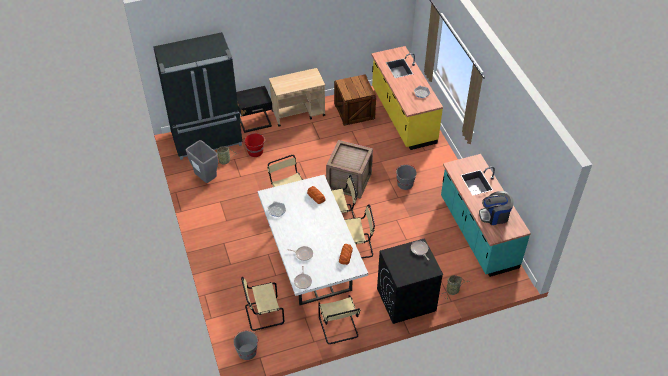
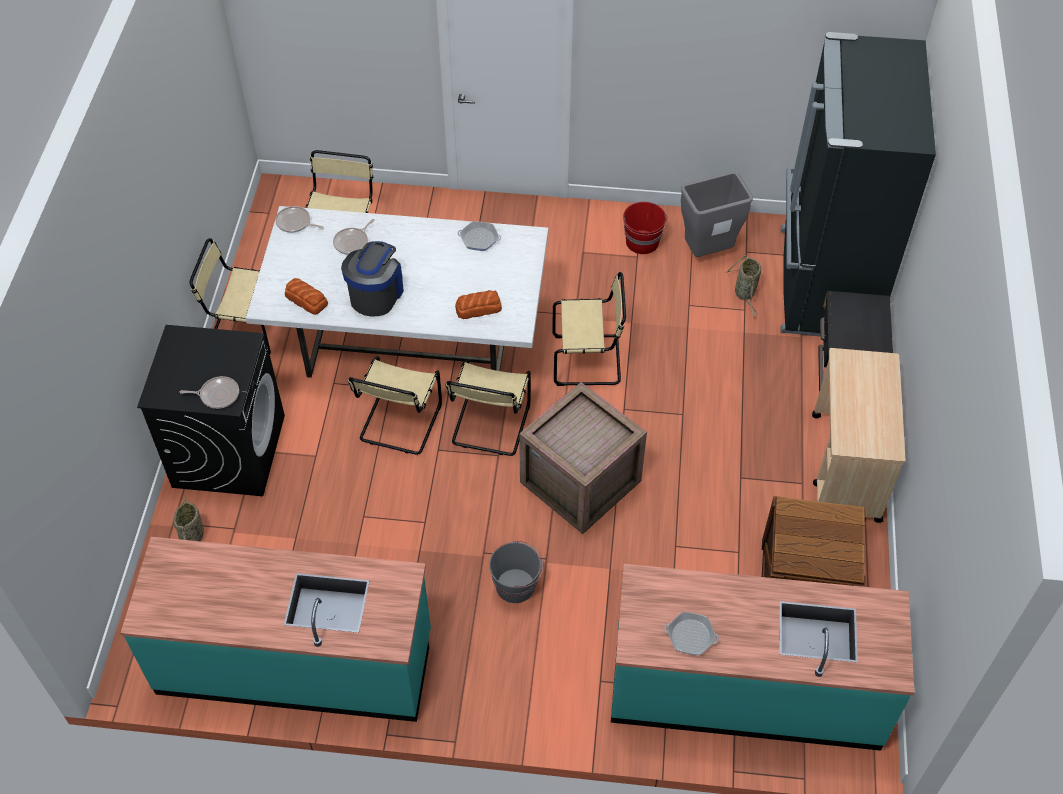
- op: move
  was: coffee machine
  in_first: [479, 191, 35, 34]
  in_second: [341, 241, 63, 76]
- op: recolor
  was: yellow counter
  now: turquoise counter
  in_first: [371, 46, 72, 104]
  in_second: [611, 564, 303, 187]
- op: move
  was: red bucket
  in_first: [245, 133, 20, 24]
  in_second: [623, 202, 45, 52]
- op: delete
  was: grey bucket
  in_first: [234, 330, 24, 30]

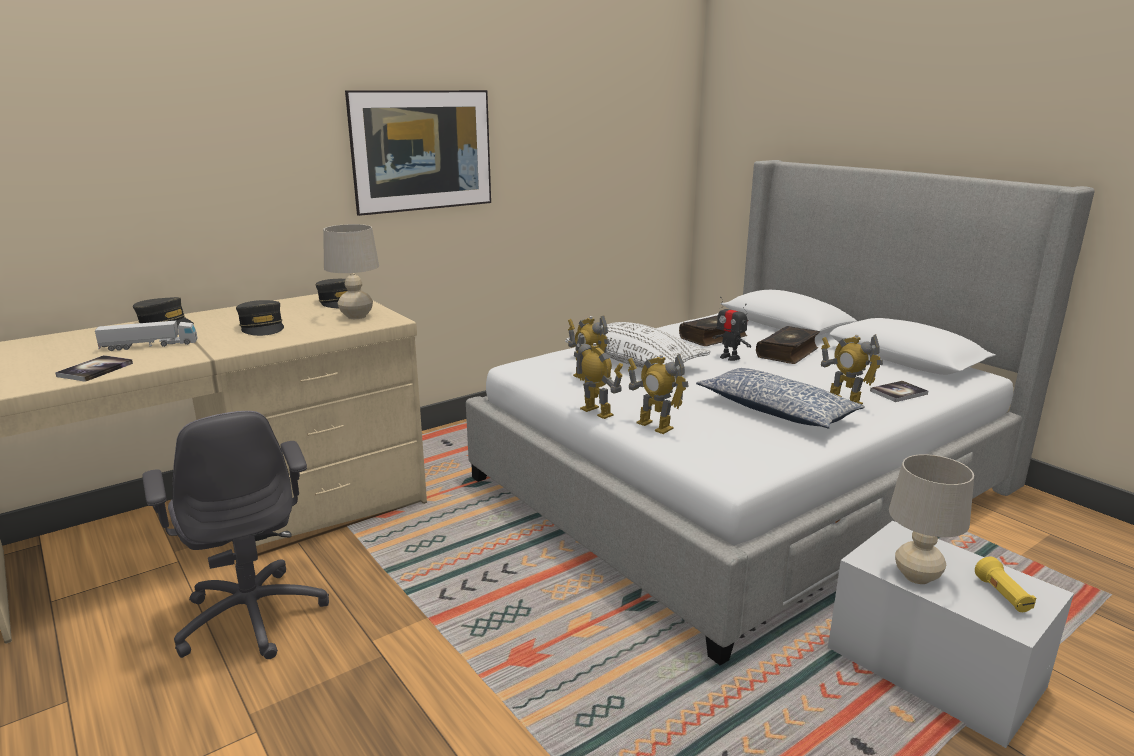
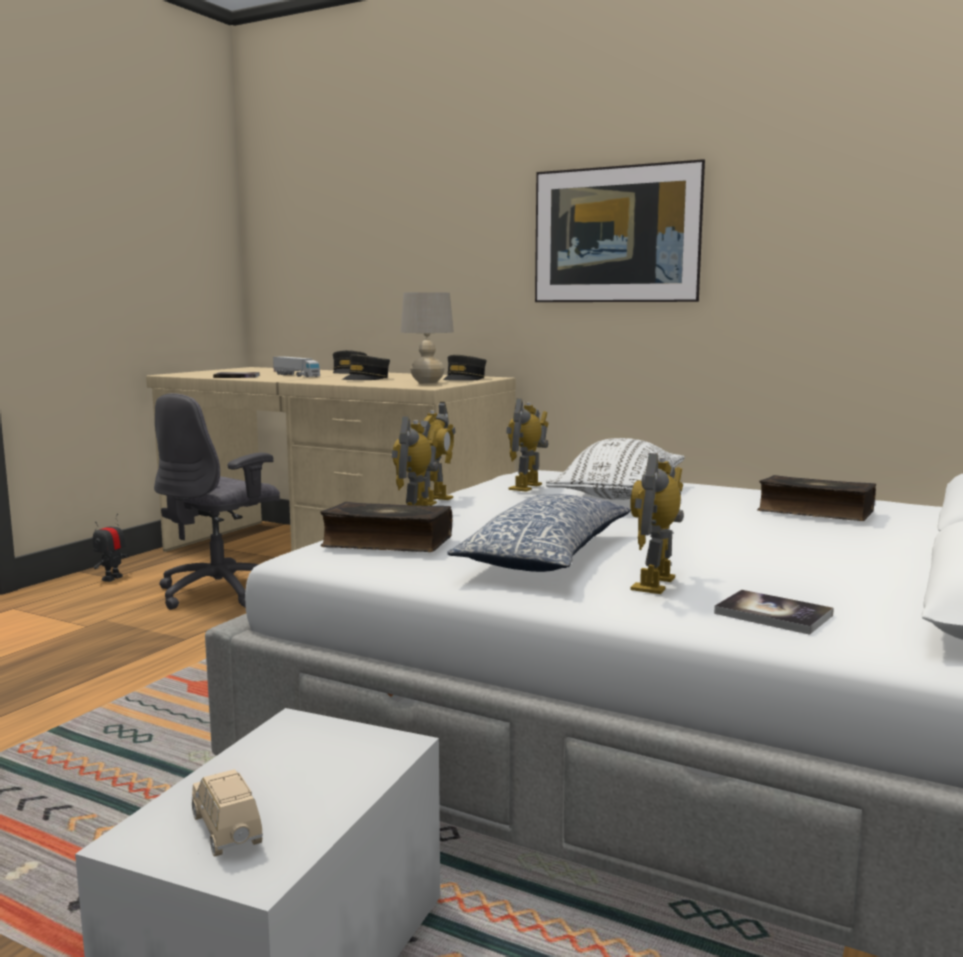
- op: move
  was: toy robot
  in_first: [712, 297, 39, 64]
  in_second: [93, 514, 36, 68]
- op: replace
  was: yellow flashlight
  now: beige toy car
  in_first: [975, 557, 61, 55]
  in_second: [191, 769, 72, 88]
- op: move
  was: book
  in_first: [756, 326, 64, 38]
  in_second: [320, 502, 132, 50]
- op: delete
  was: beige table lamp
  in_first: [889, 454, 85, 130]

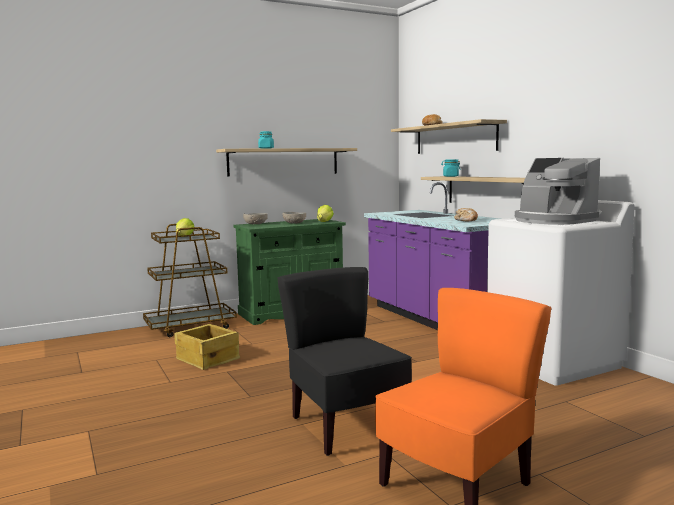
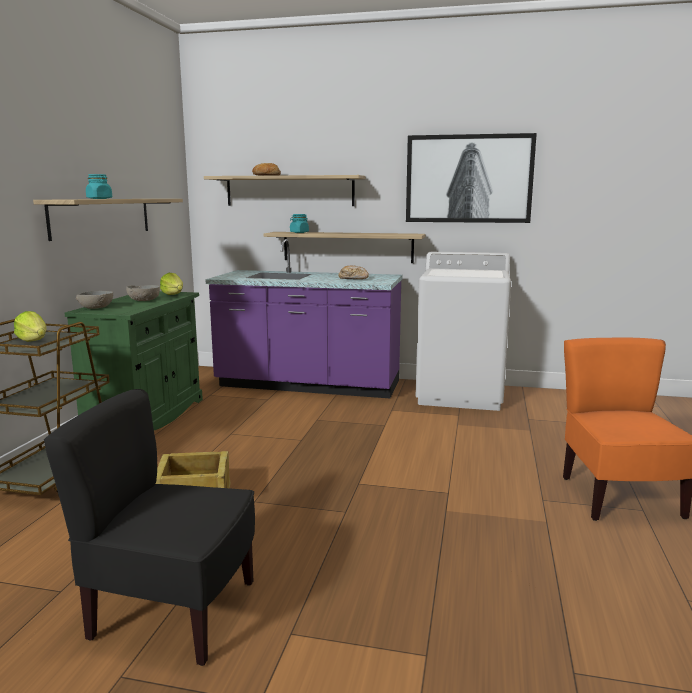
- op: move
  was: black chair
  in_first: [278, 267, 134, 189]
  in_second: [44, 389, 211, 277]
- op: insert
  now: picture
  in_second: [406, 133, 131, 90]
- op: delete
  was: coffee machine
  in_first: [515, 158, 85, 67]

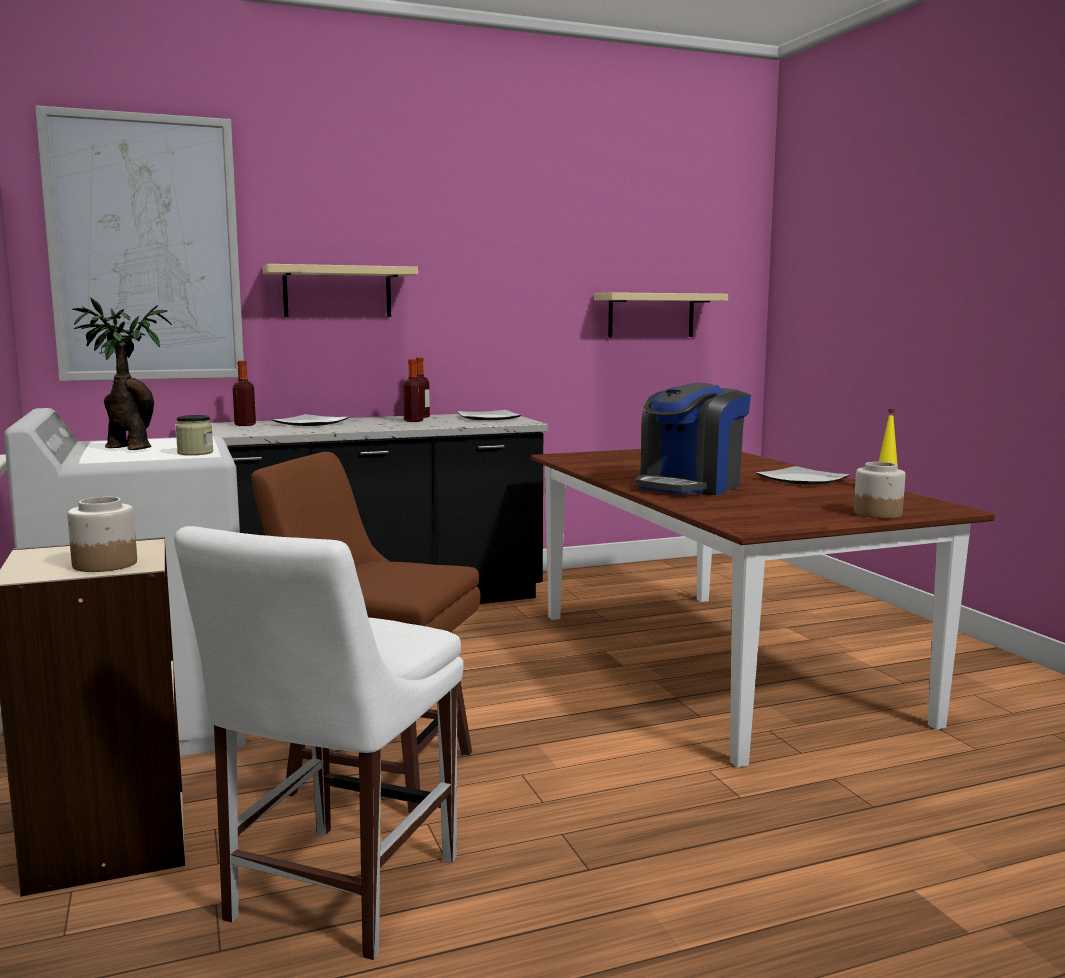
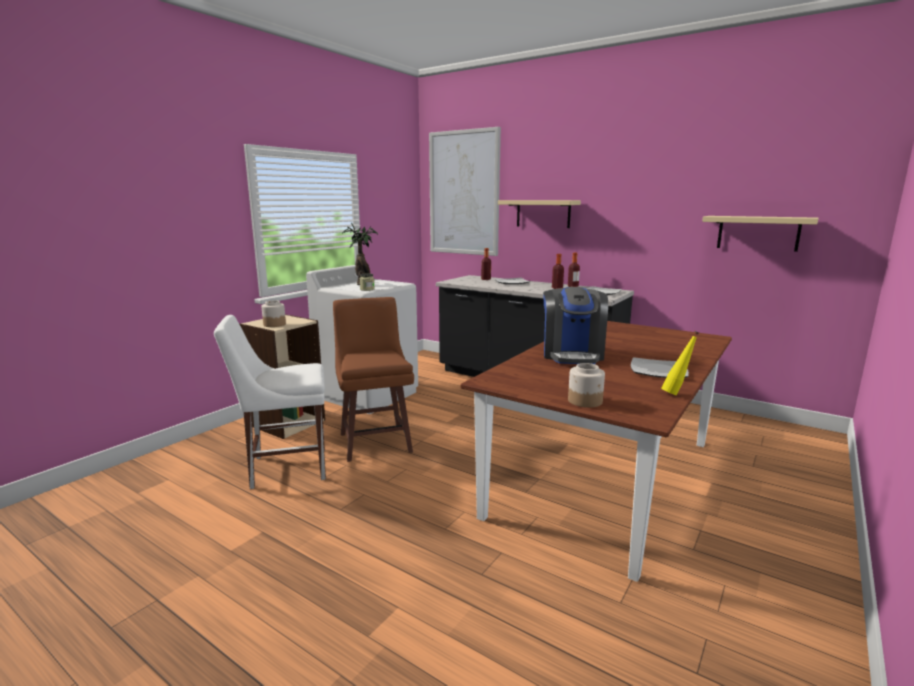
- op: rotate
  was: coffee machine
  in_first: [635, 383, 116, 112]
  in_second: [543, 287, 65, 77]
  clockwise: -90

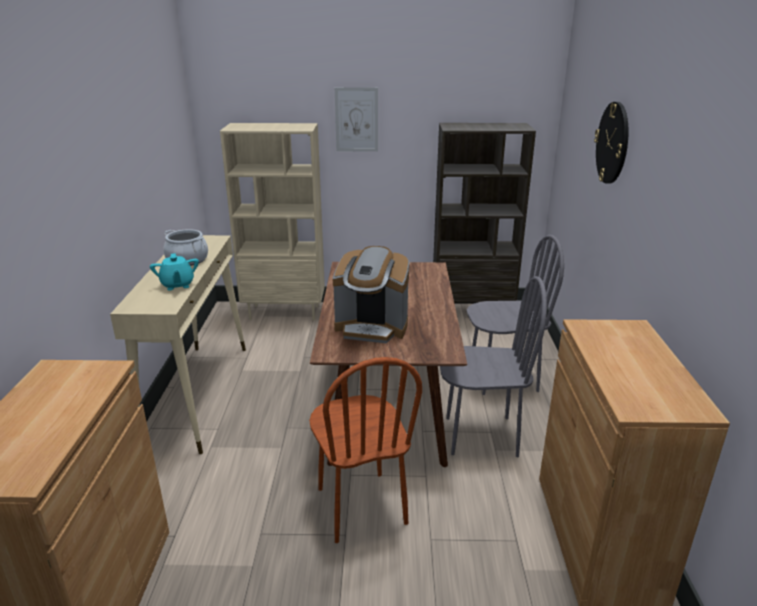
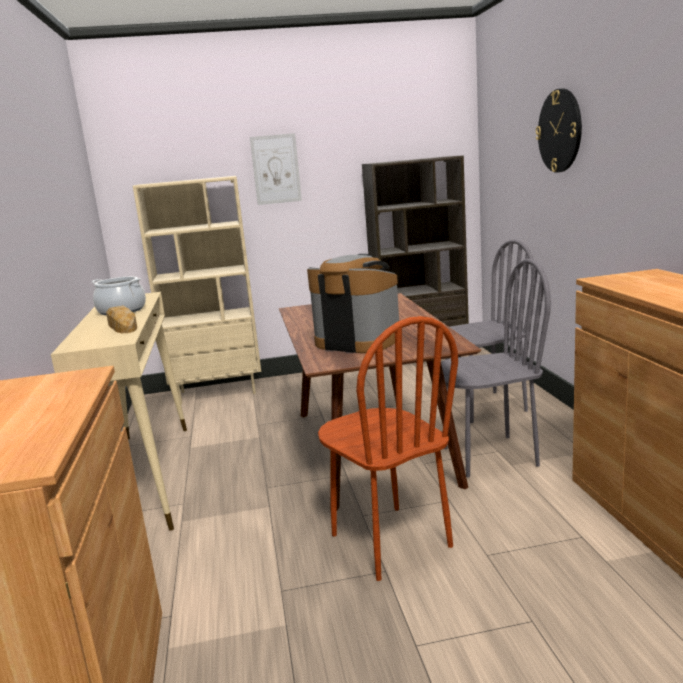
- op: replace
  was: turquoise teapot
  now: bread
  in_first: [150, 253, 49, 38]
  in_second: [106, 306, 31, 27]
- op: rotate
  was: coffee machine
  in_first: [333, 246, 77, 98]
  in_second: [307, 254, 92, 99]
  clockwise: -150

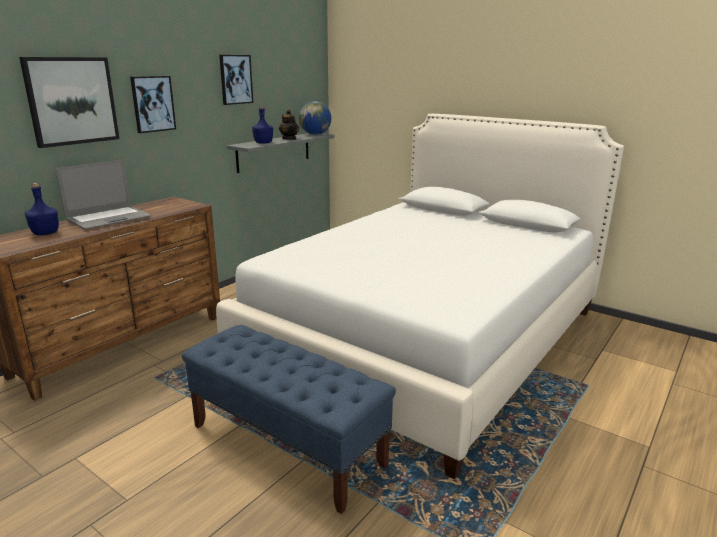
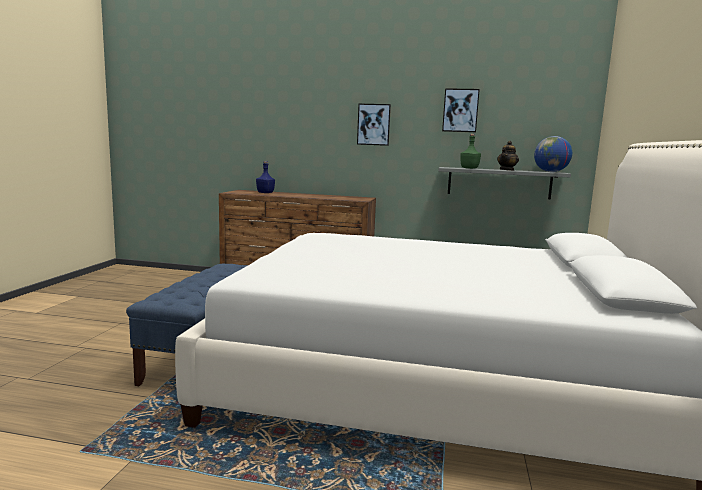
- op: recolor
  was: blue bottle
  now: green bottle
  in_first: [252, 106, 21, 38]
  in_second: [460, 133, 21, 36]
- op: delete
  was: picture
  in_first: [19, 57, 100, 91]
- op: delete
  was: laptop
  in_first: [56, 160, 95, 69]

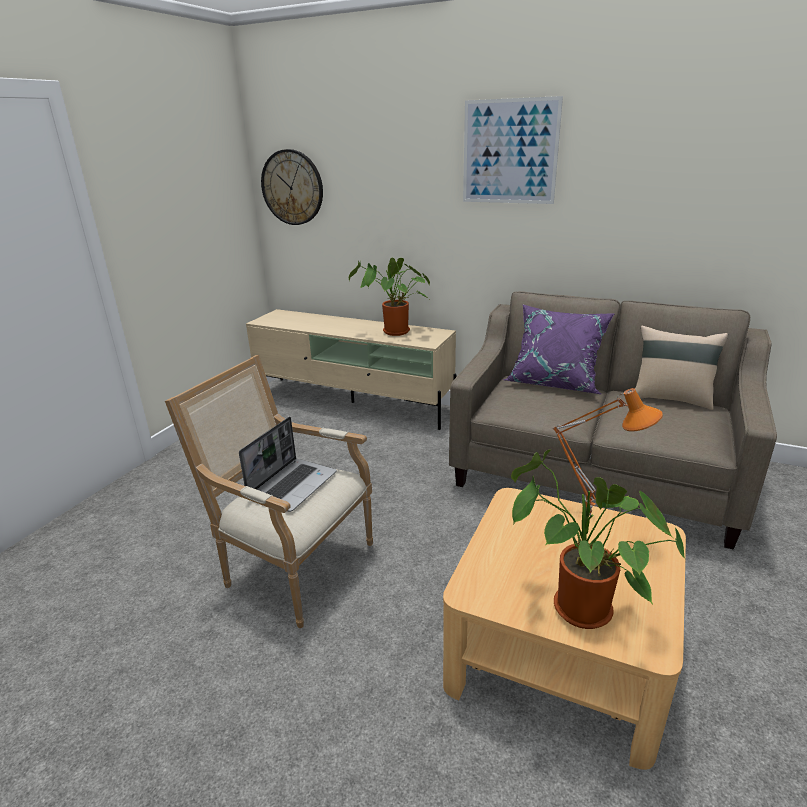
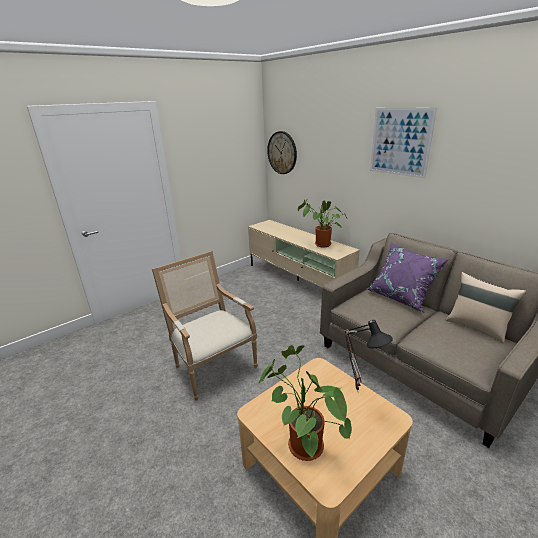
- op: recolor
  was: orange table lamp
  now: black table lamp
  in_first: [553, 388, 110, 128]
  in_second: [345, 320, 48, 71]
- op: delete
  was: laptop
  in_first: [239, 417, 98, 95]

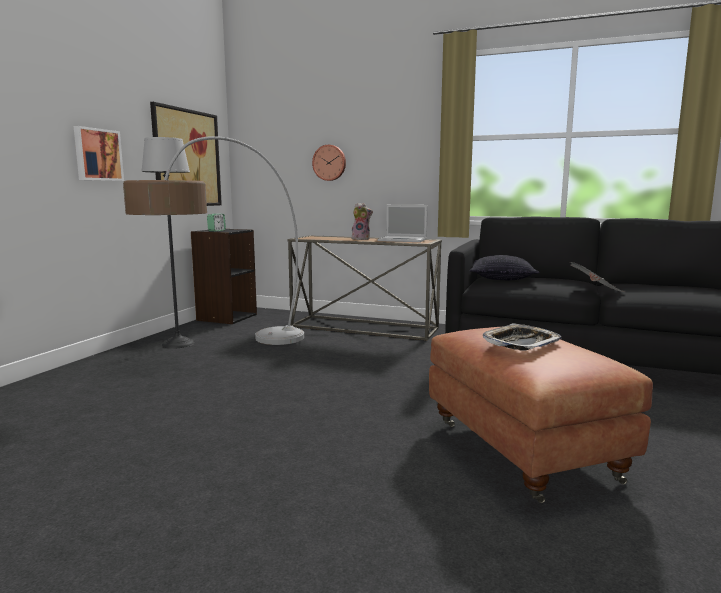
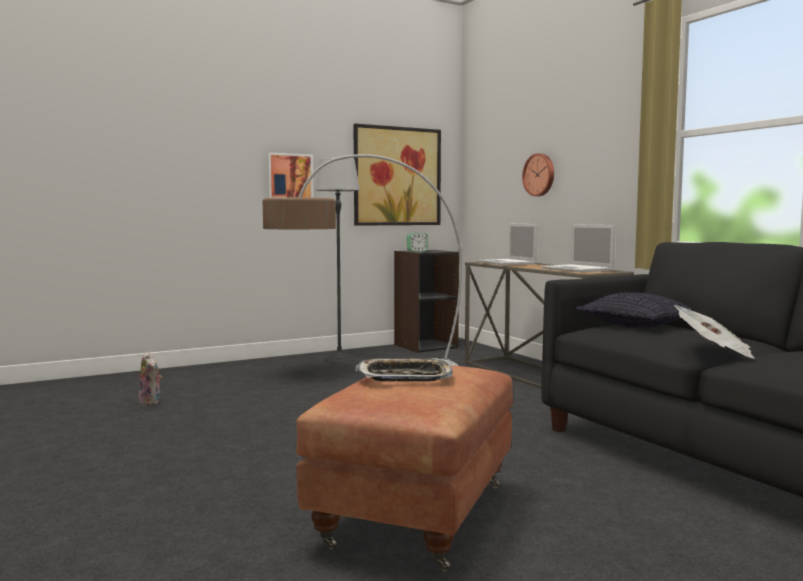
- op: move
  was: plush toy
  in_first: [351, 203, 22, 37]
  in_second: [139, 352, 23, 53]
- op: insert
  now: laptop
  in_second: [478, 224, 59, 41]

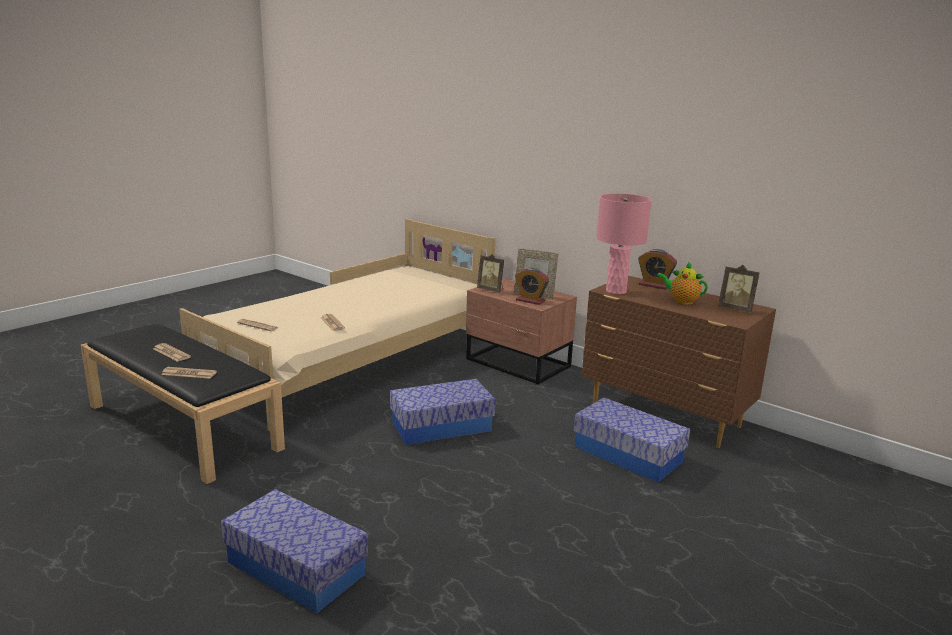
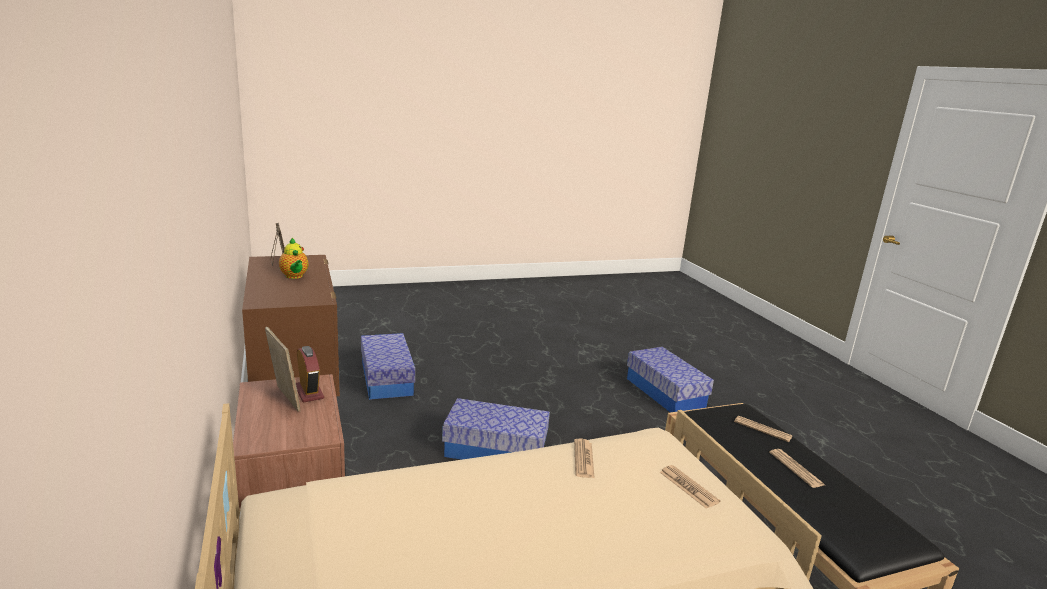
- op: delete
  was: picture frame
  in_first: [477, 254, 27, 38]
- op: delete
  was: pink table lamp
  in_first: [596, 193, 56, 101]
- op: delete
  was: alarm clock
  in_first: [638, 249, 39, 41]

